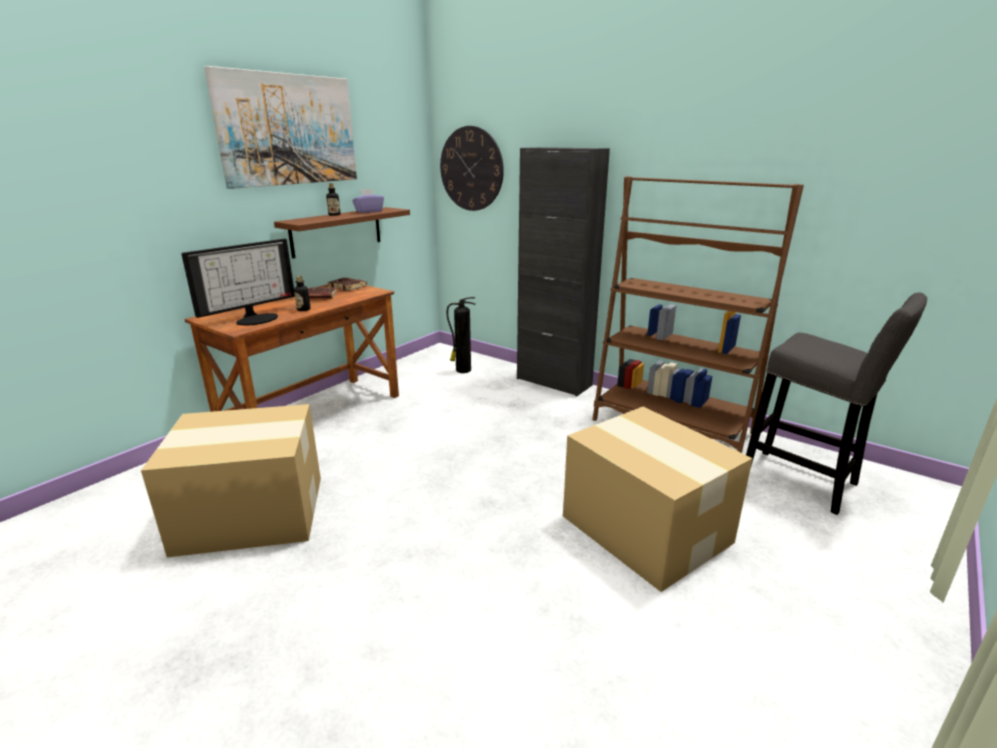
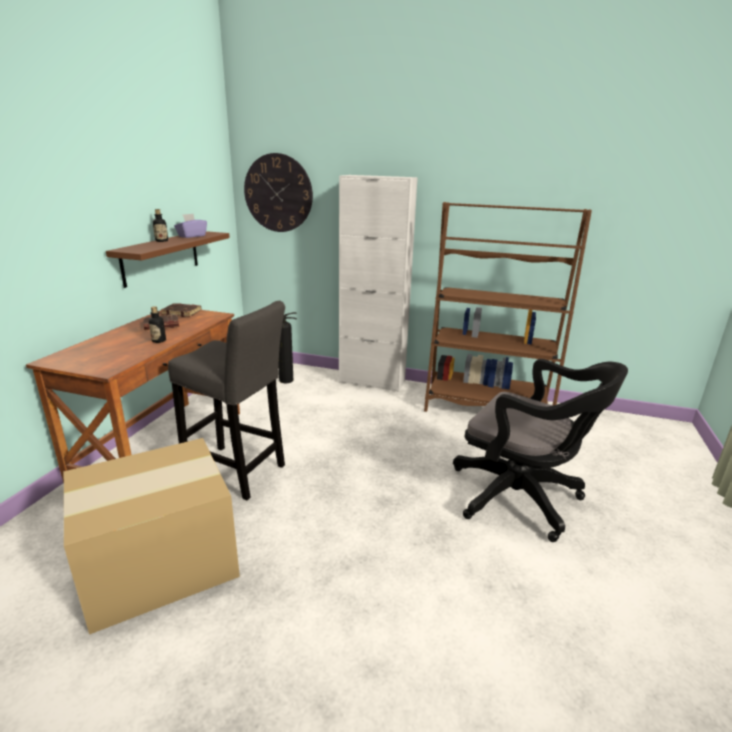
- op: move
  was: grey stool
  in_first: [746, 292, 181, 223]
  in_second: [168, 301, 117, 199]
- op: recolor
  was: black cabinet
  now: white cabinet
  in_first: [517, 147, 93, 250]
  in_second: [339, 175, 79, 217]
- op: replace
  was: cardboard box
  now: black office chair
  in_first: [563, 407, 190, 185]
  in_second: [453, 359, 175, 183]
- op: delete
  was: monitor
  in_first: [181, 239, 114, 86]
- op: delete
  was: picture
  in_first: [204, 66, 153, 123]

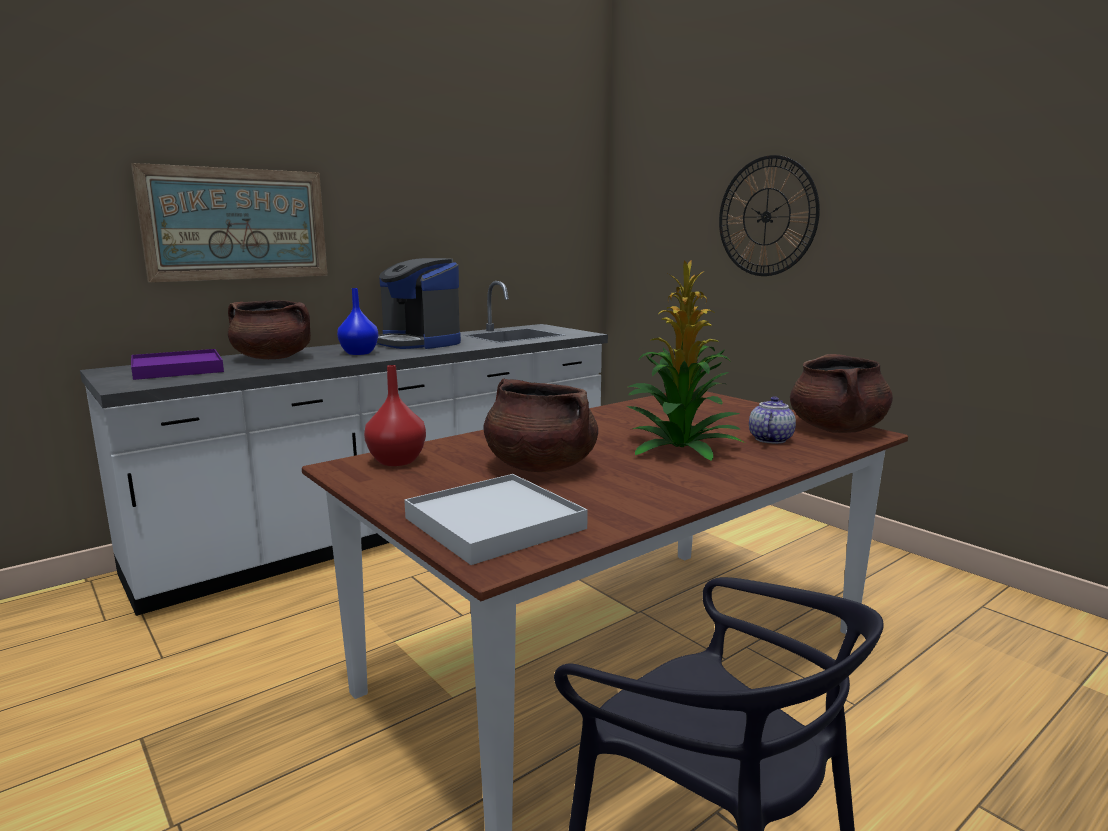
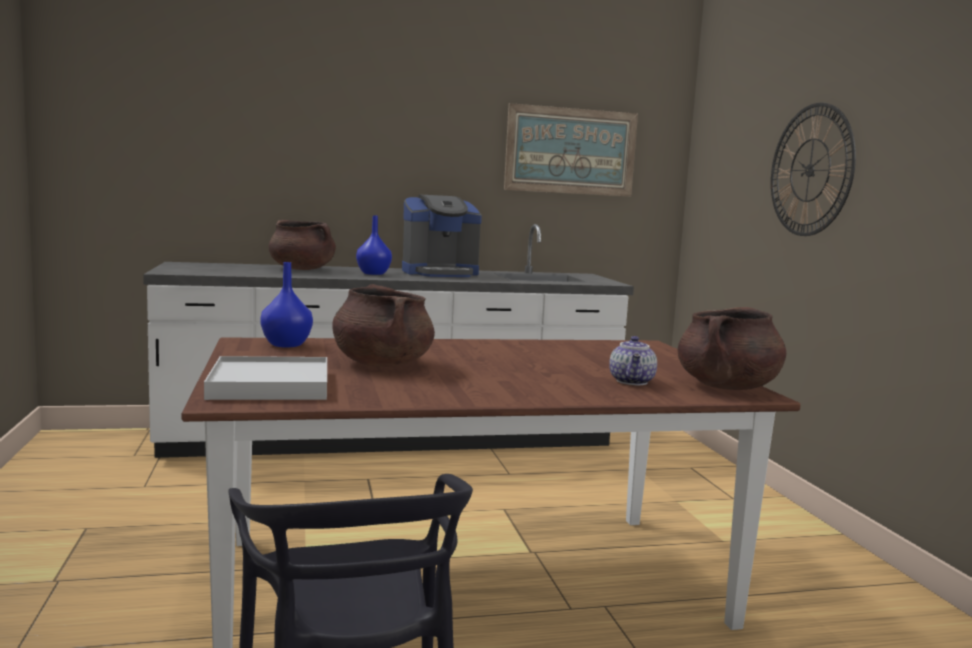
- op: recolor
  was: red vase
  now: blue vase
  in_first: [364, 365, 62, 101]
  in_second: [260, 262, 53, 86]
- op: rotate
  was: coffee machine
  in_first: [377, 258, 84, 91]
  in_second: [402, 194, 80, 83]
  clockwise: -90
- op: move
  was: picture
  in_first: [131, 163, 197, 120]
  in_second: [504, 103, 134, 94]
- op: rotate
  was: teapot
  in_first: [749, 396, 47, 48]
  in_second: [609, 336, 48, 49]
  clockwise: 135
- op: delete
  was: purple tray
  in_first: [131, 349, 93, 31]
- op: delete
  was: potted plant
  in_first: [626, 259, 119, 202]

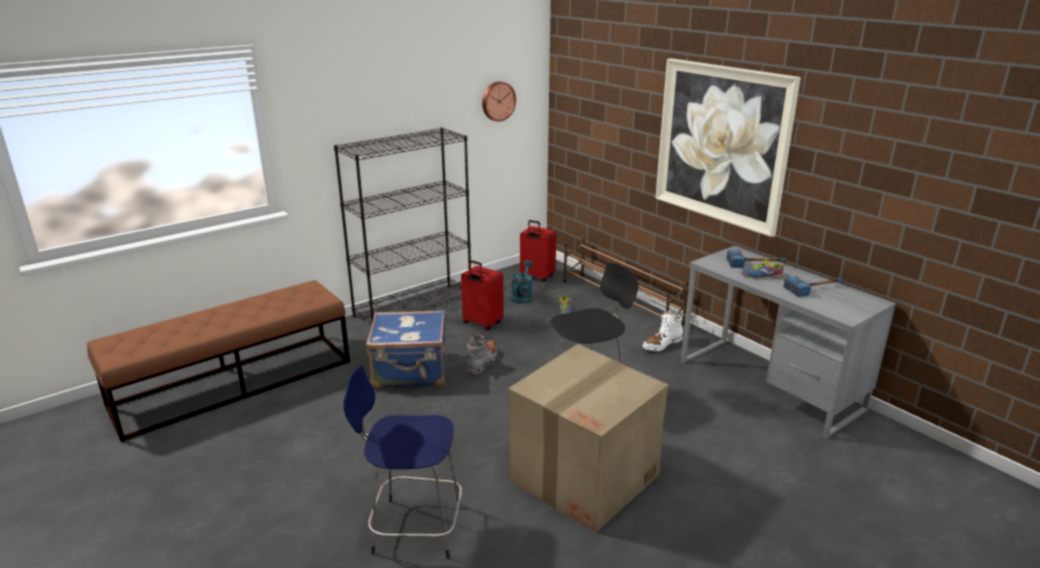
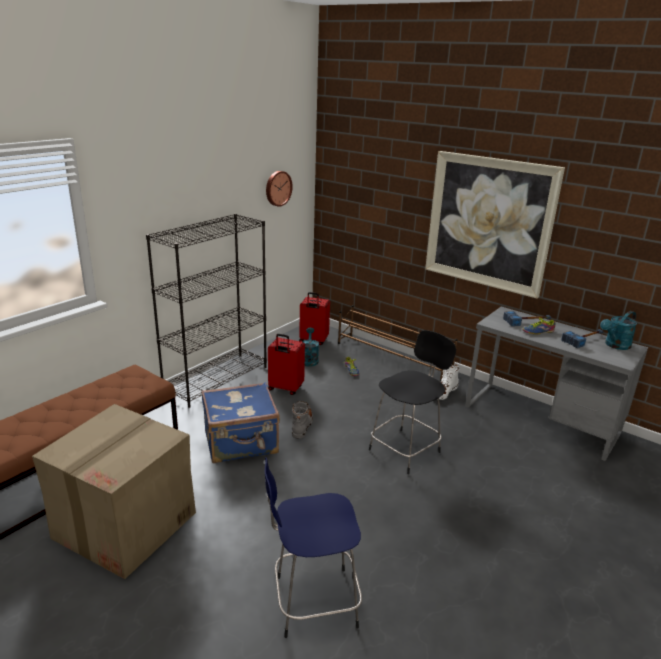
- op: move
  was: cardboard box
  in_first: [508, 344, 161, 189]
  in_second: [32, 404, 164, 175]
- op: insert
  now: turquoise watering can
  in_second: [600, 311, 37, 39]

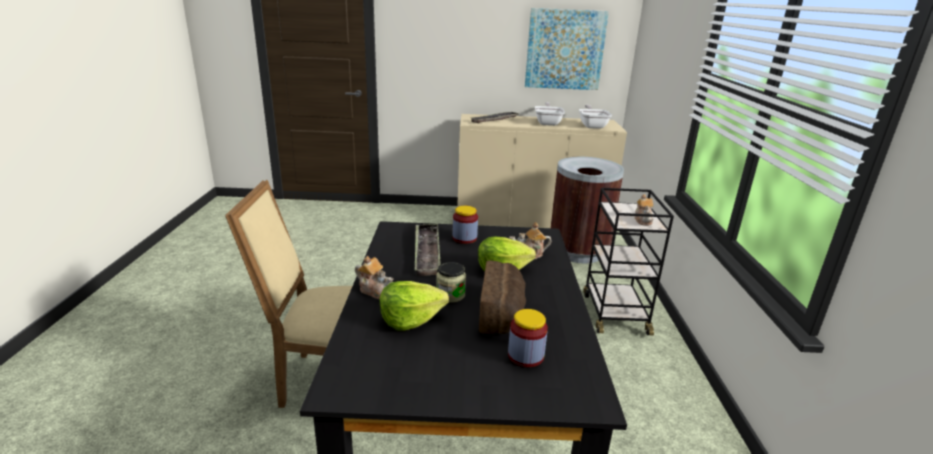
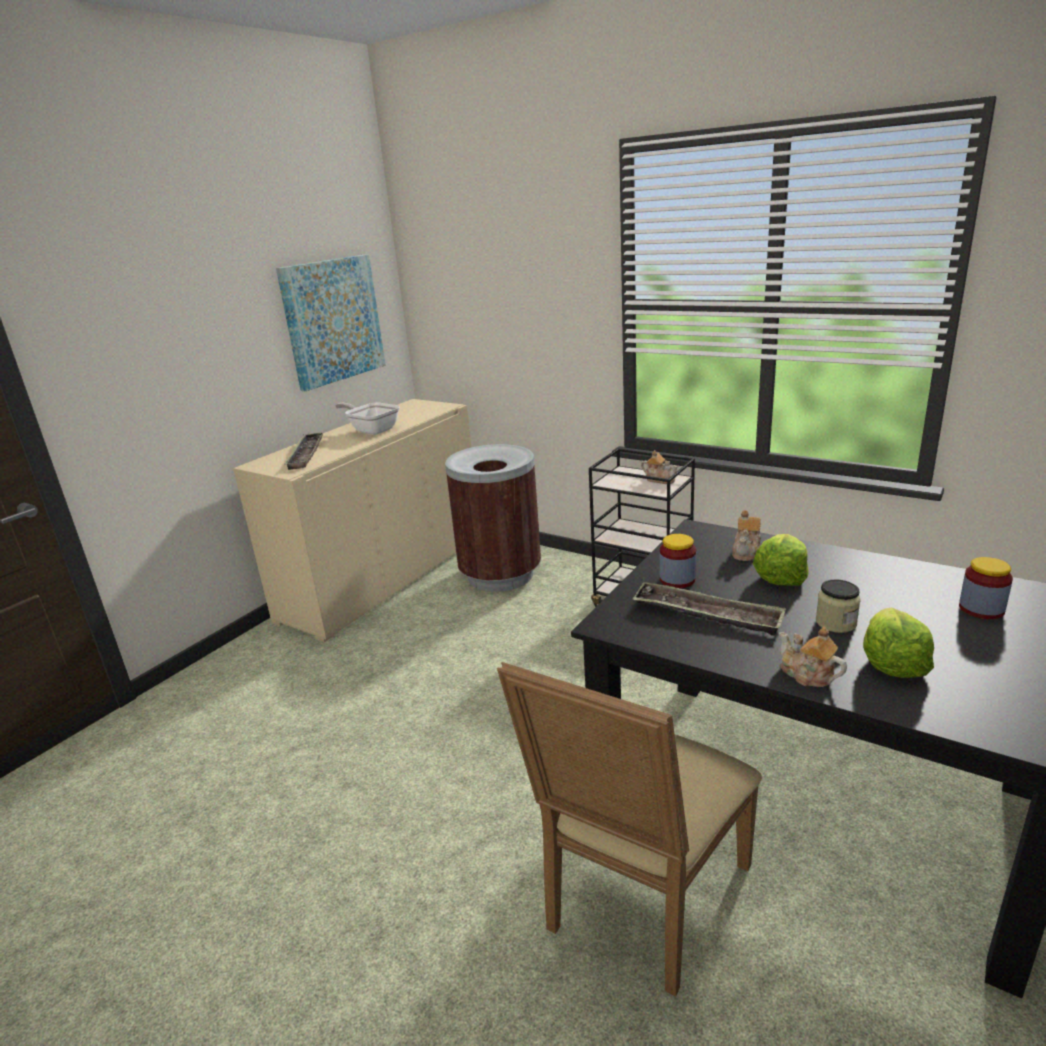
- op: rotate
  was: teapot
  in_first: [355, 256, 39, 43]
  in_second: [779, 627, 68, 60]
  clockwise: -105
- op: delete
  was: bread
  in_first: [479, 260, 47, 74]
- op: delete
  was: frying pan
  in_first: [579, 105, 33, 24]

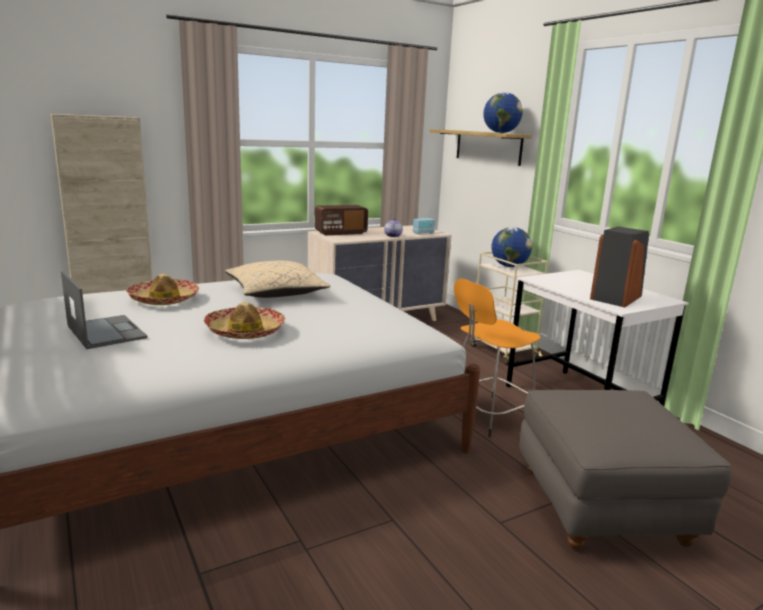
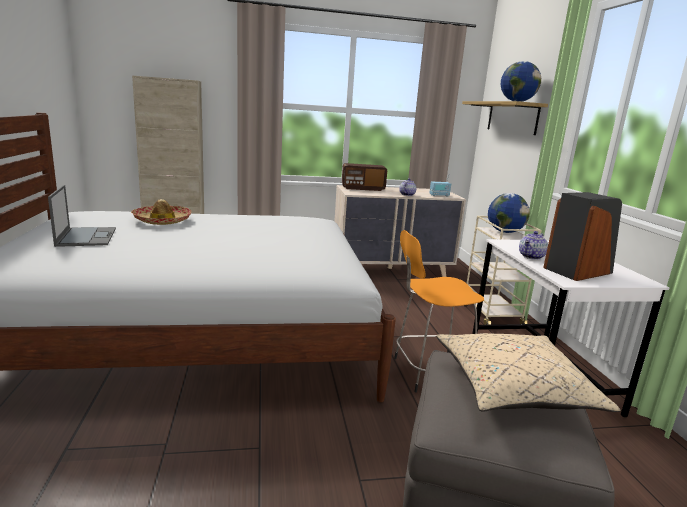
- op: move
  was: beige pillow
  in_first: [225, 261, 106, 37]
  in_second: [436, 333, 184, 79]
- op: insert
  now: teapot
  in_second: [519, 231, 29, 29]
- op: delete
  was: hat
  in_first: [203, 302, 82, 37]

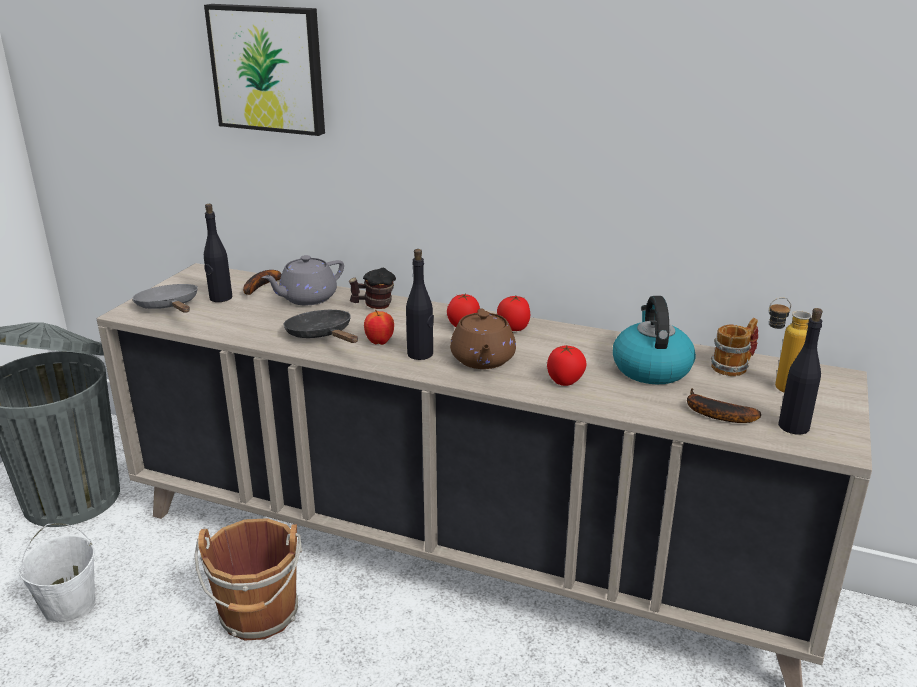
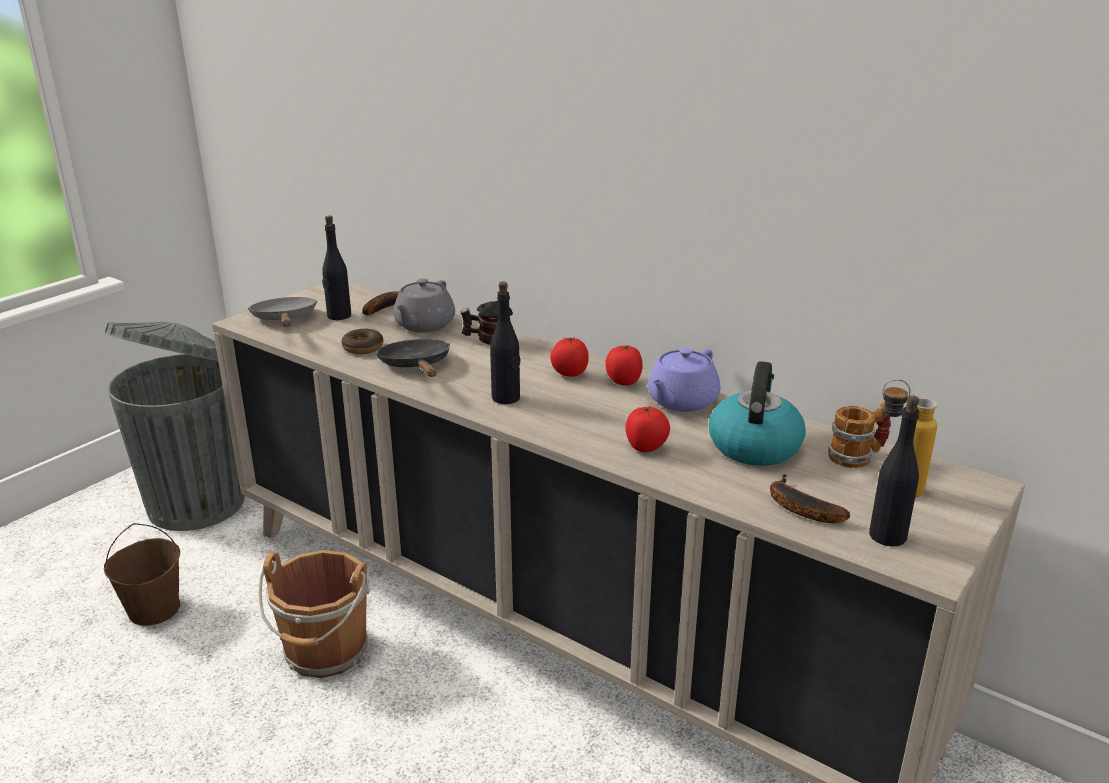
- op: recolor
  was: white bucket
  now: brown bucket
  in_first: [18, 523, 78, 101]
  in_second: [104, 523, 76, 103]
- op: insert
  now: donut
  in_second: [341, 329, 43, 25]
- op: rotate
  was: grey teapot
  in_first: [262, 255, 82, 50]
  in_second: [393, 279, 62, 54]
  clockwise: -45
- op: insert
  now: purple teapot
  in_second: [647, 348, 73, 64]
- op: delete
  was: picture
  in_first: [204, 4, 121, 132]
- op: delete
  was: apple
  in_first: [364, 310, 30, 35]
- op: delete
  was: brown teapot
  in_first: [450, 309, 66, 60]

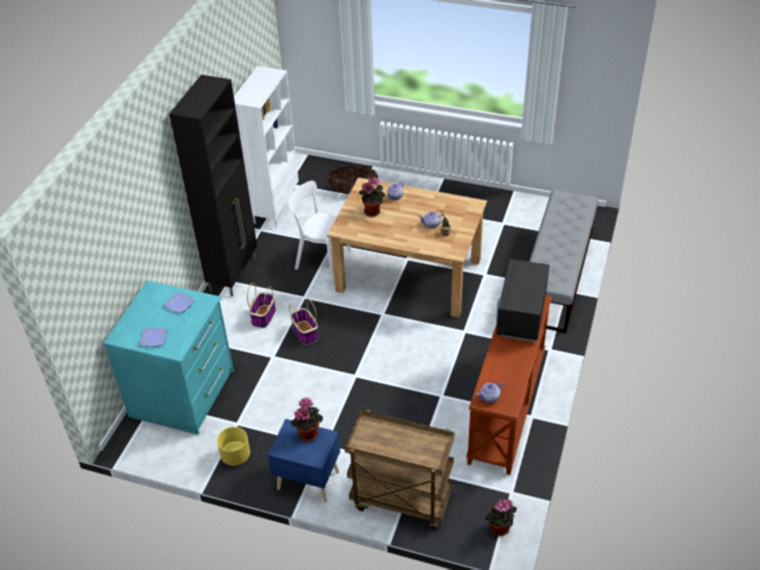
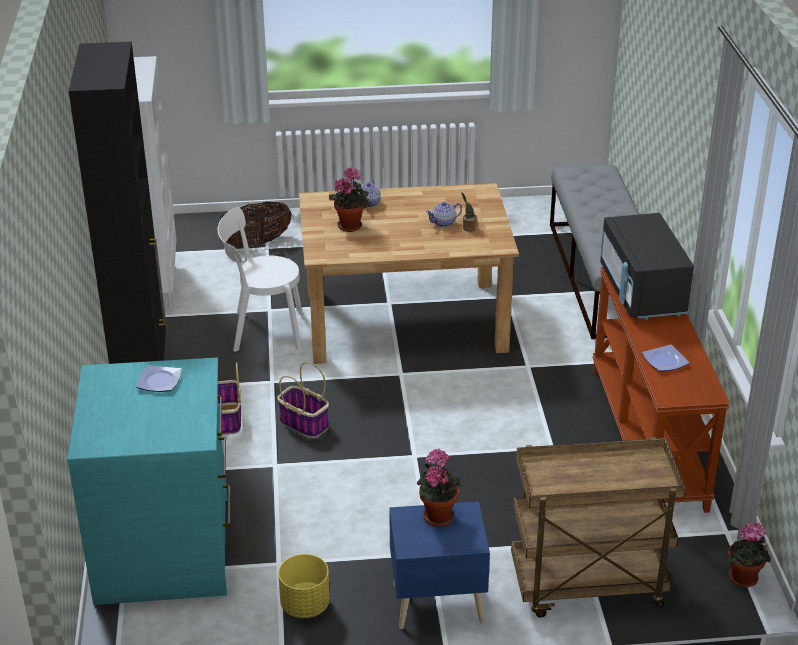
- op: move
  was: plate
  in_first: [140, 328, 27, 19]
  in_second: [642, 345, 47, 27]
- op: delete
  was: teapot
  in_first: [476, 382, 28, 21]

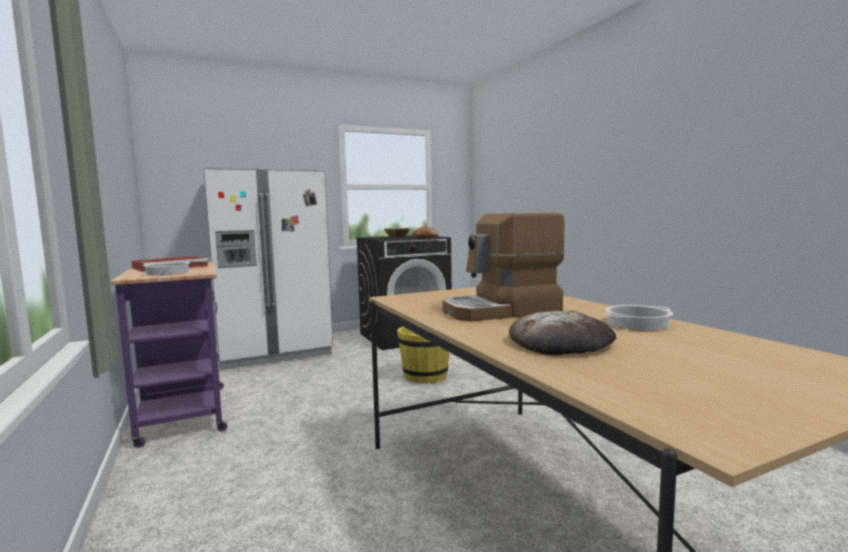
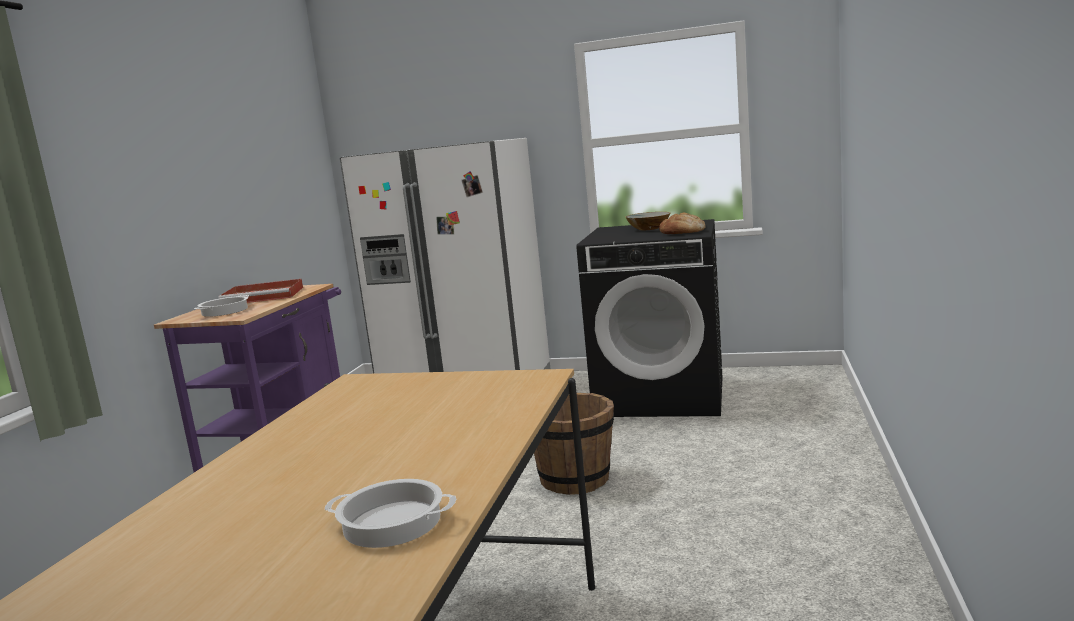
- op: recolor
  was: yellow bucket
  now: brown bucket
  in_first: [397, 327, 53, 56]
  in_second: [534, 393, 80, 102]
- op: delete
  was: coffee machine
  in_first: [442, 213, 123, 109]
- op: delete
  was: bread
  in_first: [509, 311, 107, 44]

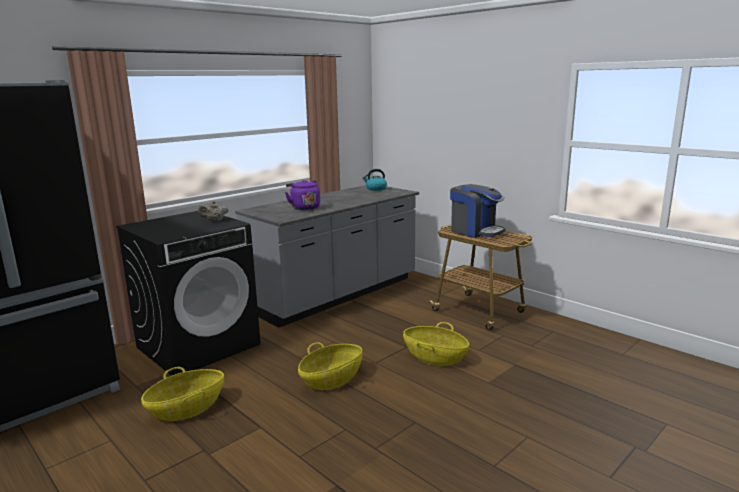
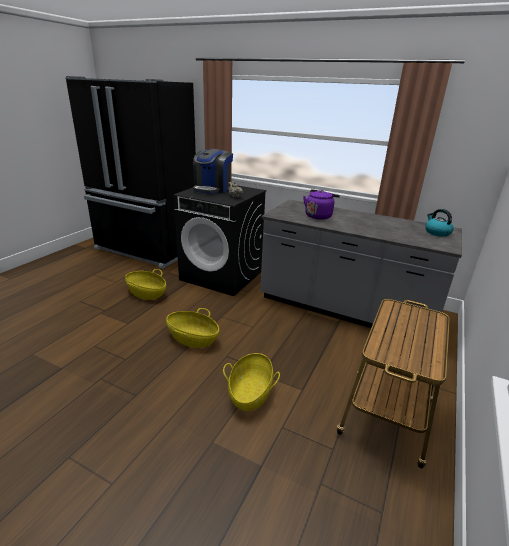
- op: move
  was: coffee machine
  in_first: [450, 184, 56, 54]
  in_second: [193, 149, 40, 45]

